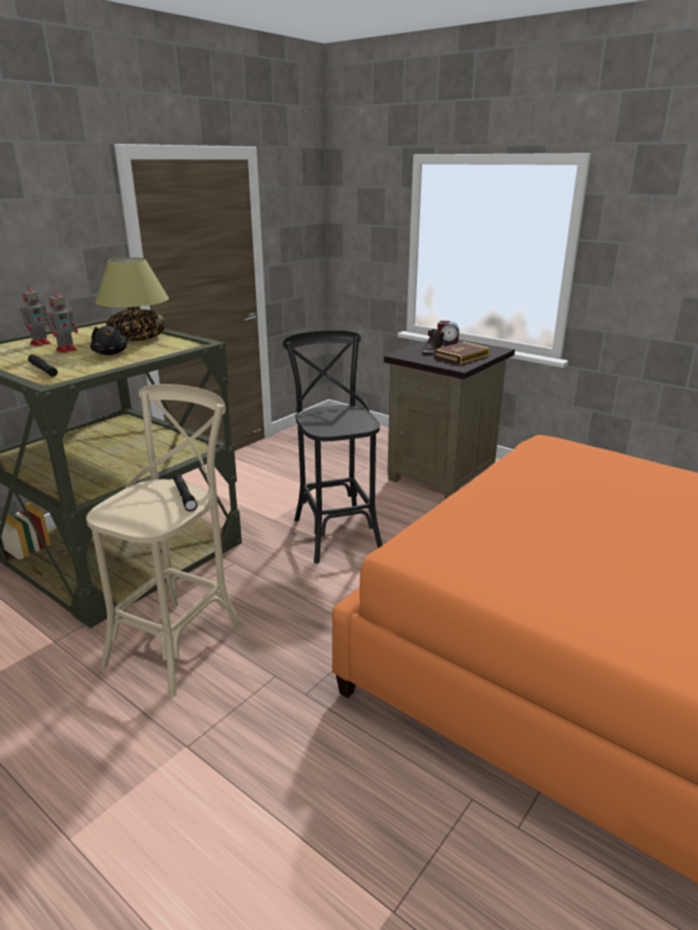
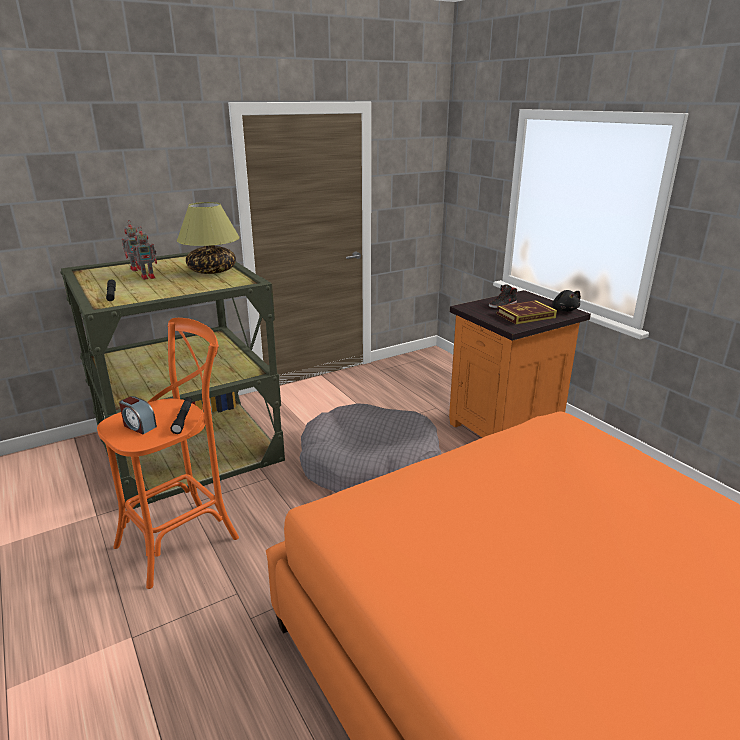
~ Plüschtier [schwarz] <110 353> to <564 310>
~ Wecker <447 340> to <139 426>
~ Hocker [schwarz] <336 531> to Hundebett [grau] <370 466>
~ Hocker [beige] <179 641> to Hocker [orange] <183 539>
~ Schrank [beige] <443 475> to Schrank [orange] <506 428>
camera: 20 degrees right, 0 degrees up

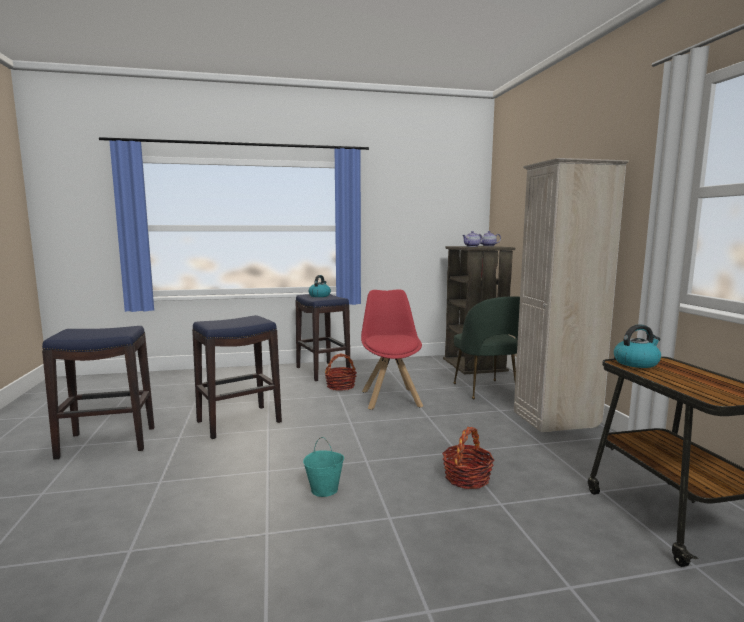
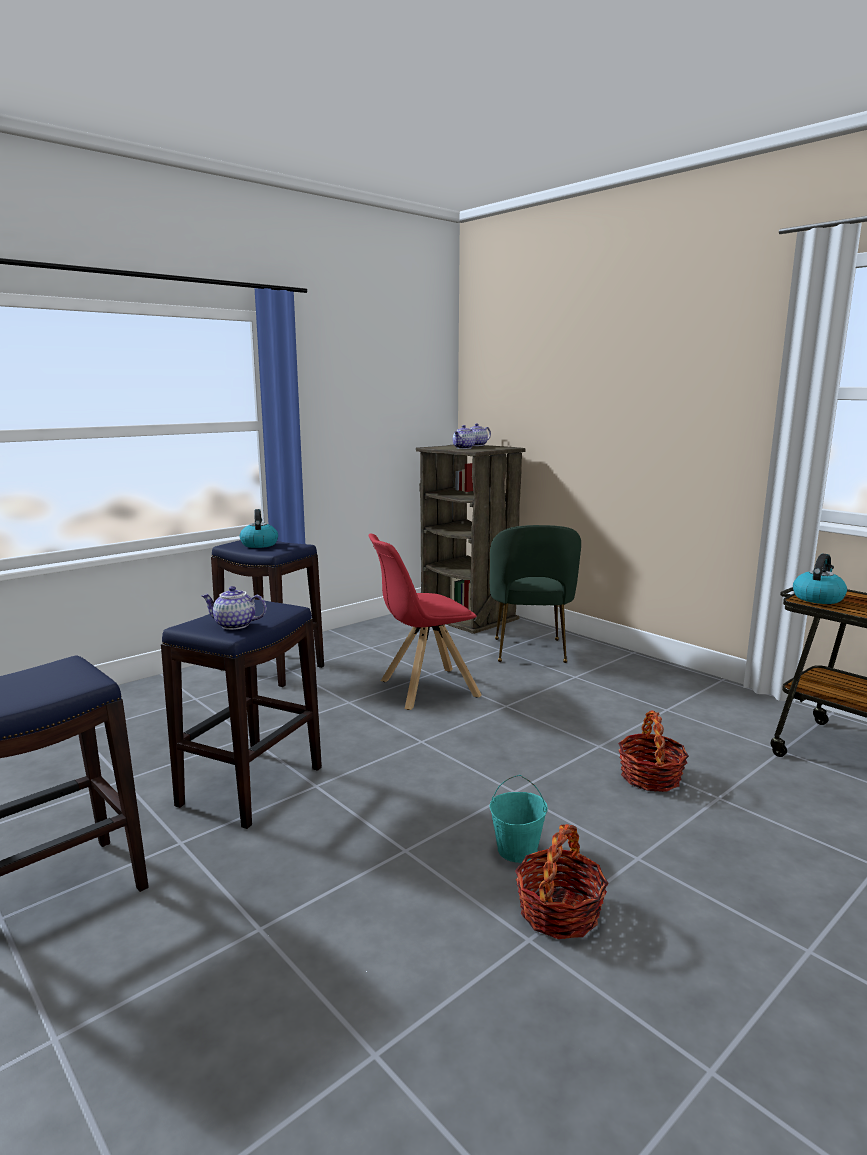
- Schrank [beige] <555 419>
+ Teekanne <234 625>
~ Korb <340 386> to <559 912>
~ Stuhl [rot] <390 397> = <424 689> 75 degrees counterclockwise
~ Stuhl [grün] <487 391> = <529 653> 45 degrees clockwise
camera: 30 degrees left, 5 degrees up

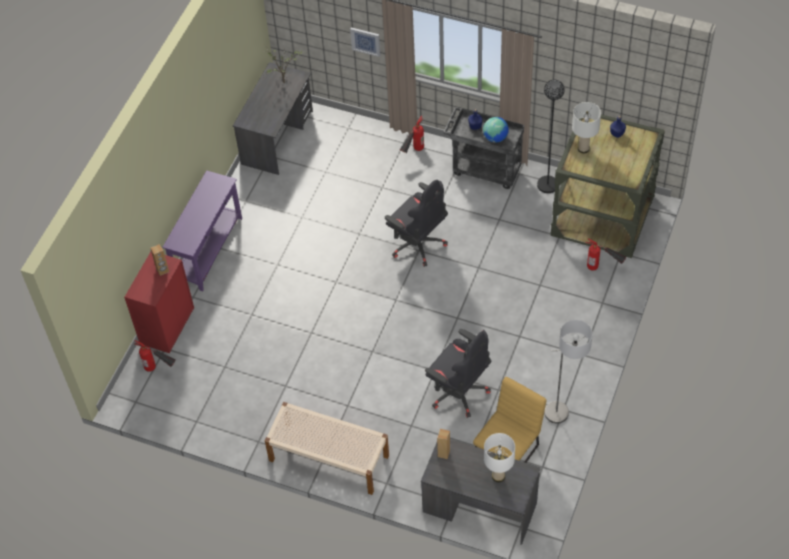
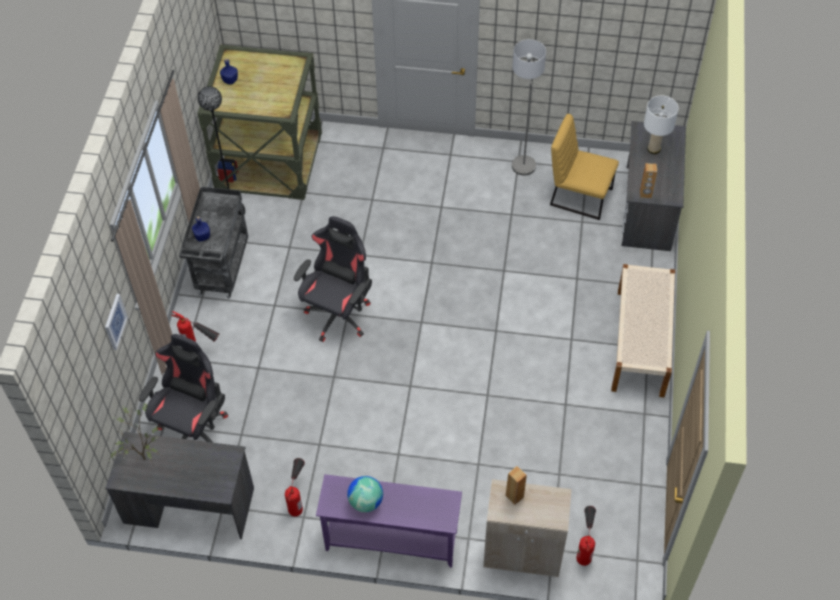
- Tischlampe [weiß] <583 149>
~ Bürostuhl [schwarz] <458 391> to <193 432>
~ Globus <495 137> to <365 501>
~ Feuerlöscher <603 268> to <297 497>
~ Schrank [rot] <168 327> to Schrank [beige] <521 555>
camera: 105 degrees left, 0 degrees up

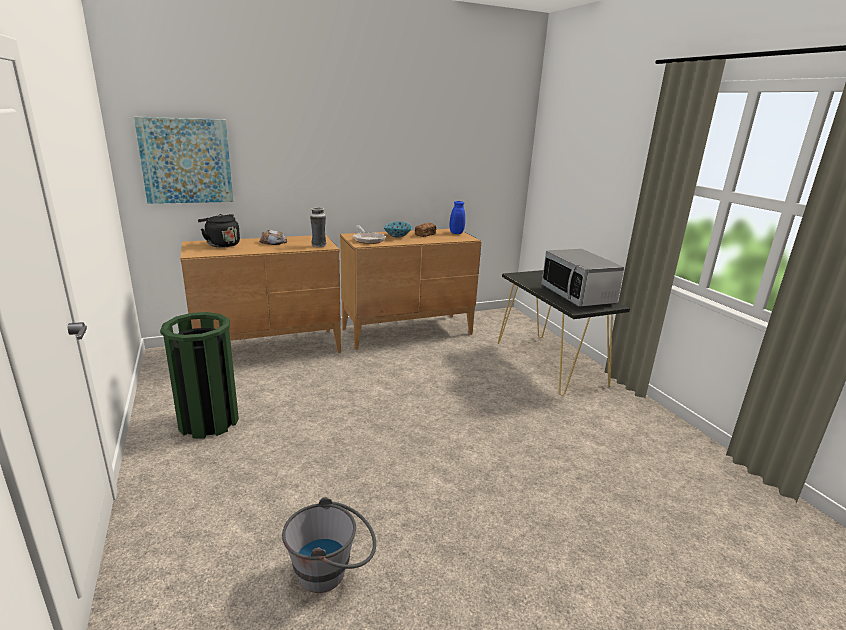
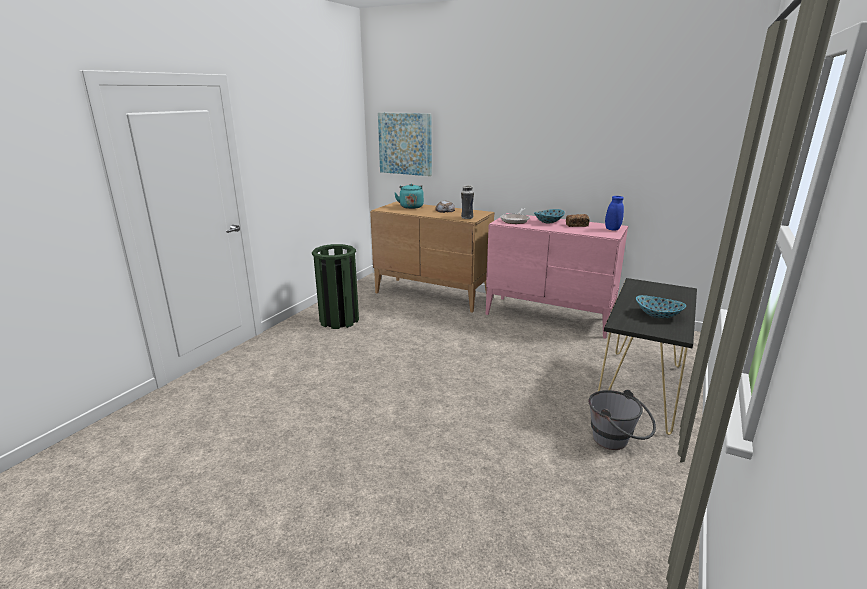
~ Eimer [grau] <332 572> to <617 442>
~ Mikrowelle <577 295> to Schüssel <658 315>
~ Wasserkessel [schwarz] <221 244> to Wasserkessel [türkis] <411 206>
~ Schrank [braun] <408 331> to Schrank [rosa] <549 316>
camera: 50 degrees right, 0 degrees up

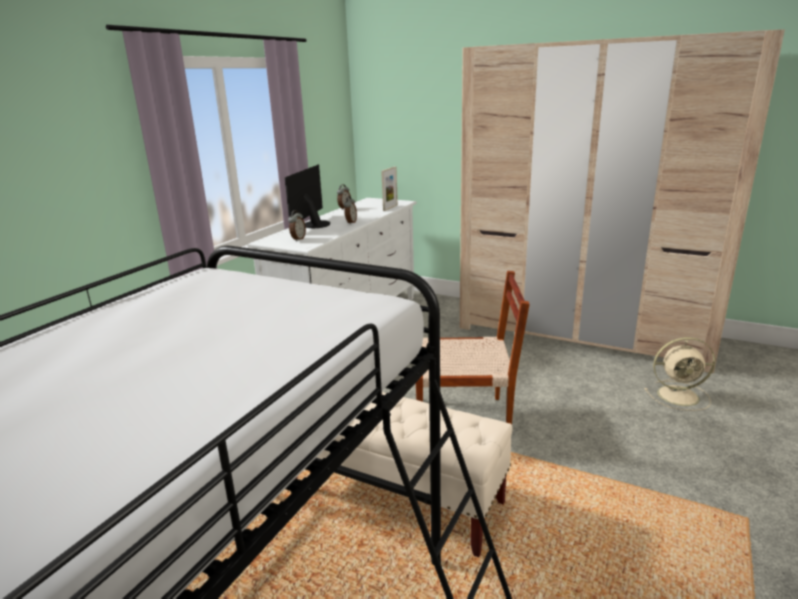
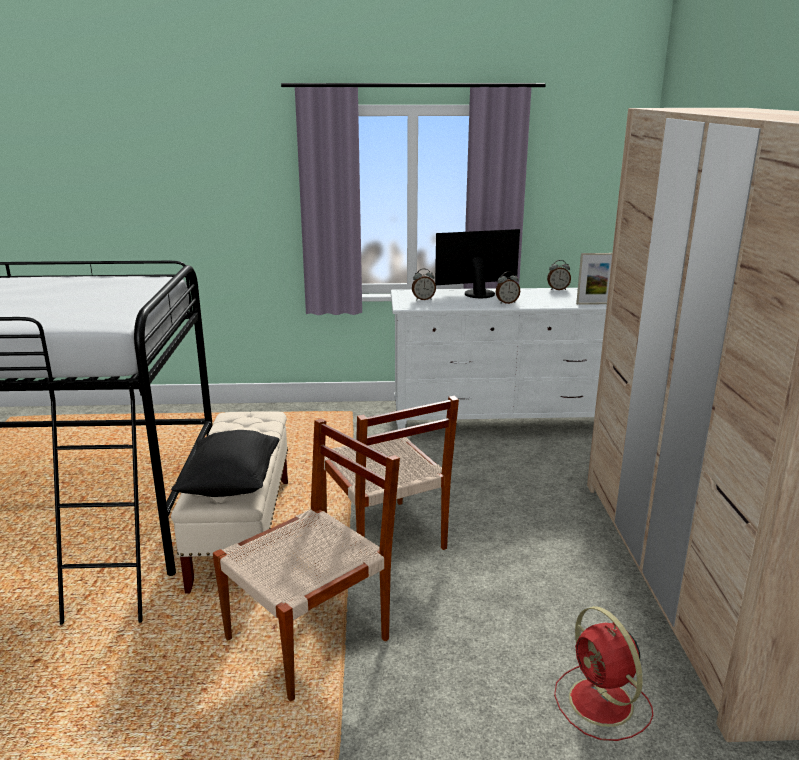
+ Kissen [schwarz] <231 485>
+ Stuhl <311 637>
~ Ventilator [beige] <680 395> to Ventilator [rot] <602 704>
camera: 60 degrees right, 0 degrees up

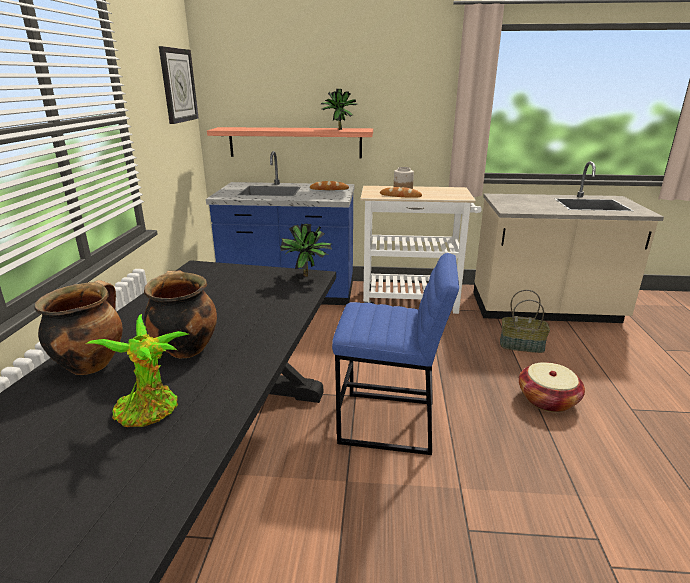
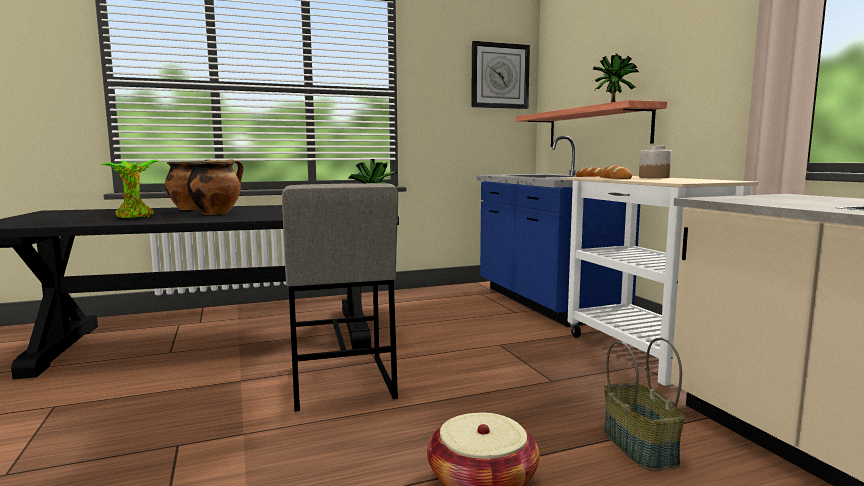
~ Stuhl [blau] <390 422> to Stuhl [grau] <341 383>
camera: 65 degrees right, 15 degrees down

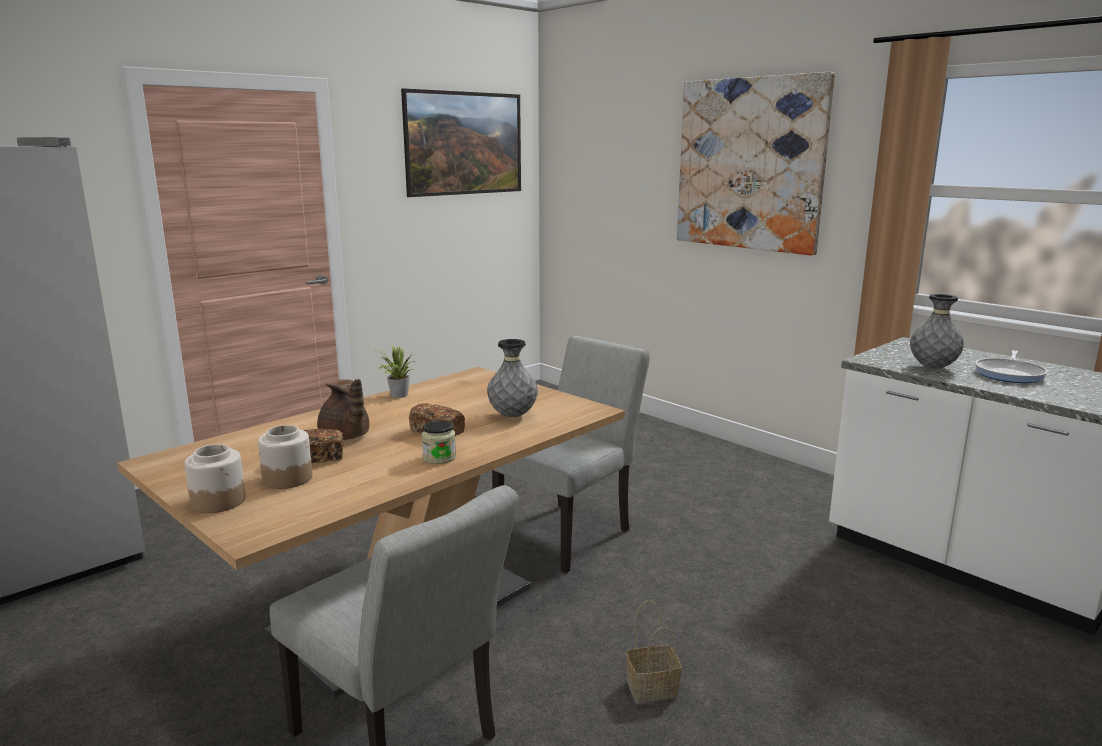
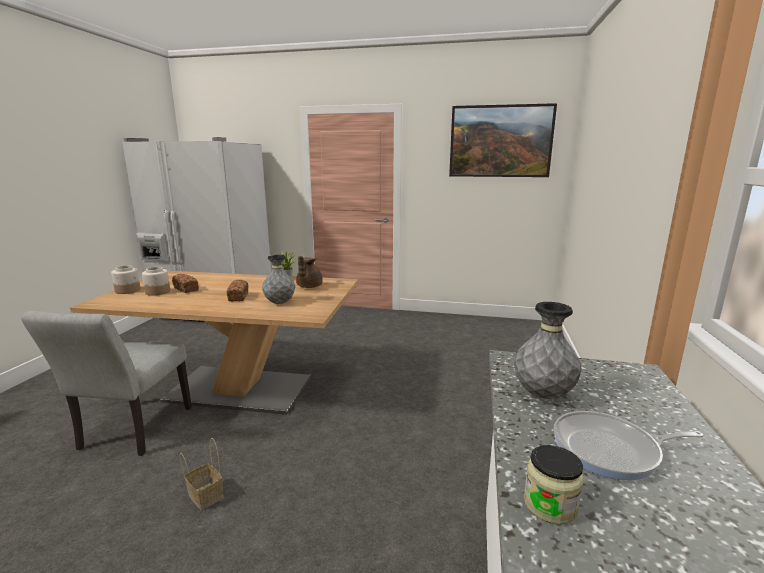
- Stuhl [grau] <570 532>
- Bild <749 164>
~ Teekanne [braun] <345 437> to <308 286>
~ Vorratsglas <439 458> to <550 505>
camera: 55 degrees right, 0 degrees up

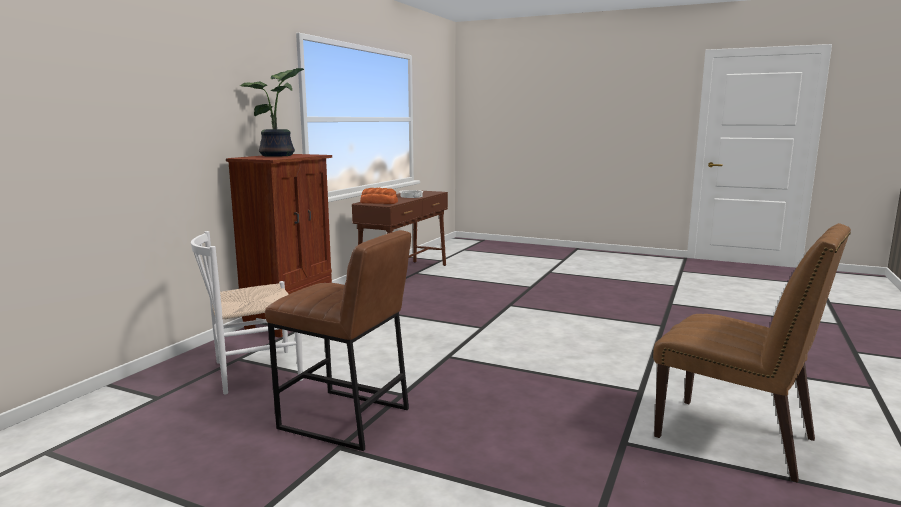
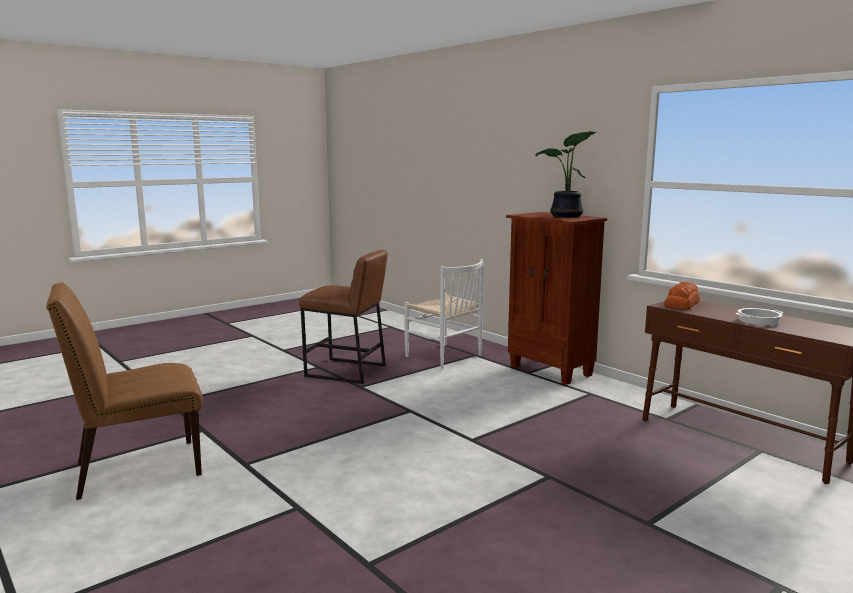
~ Stuhl [weiß] <253 372> = <445 357> 135 degrees clockwise
~ Stuhl [braun] <346 419> = <347 371> 120 degrees counterclockwise
camera: 115 degrees right, 0 degrees up

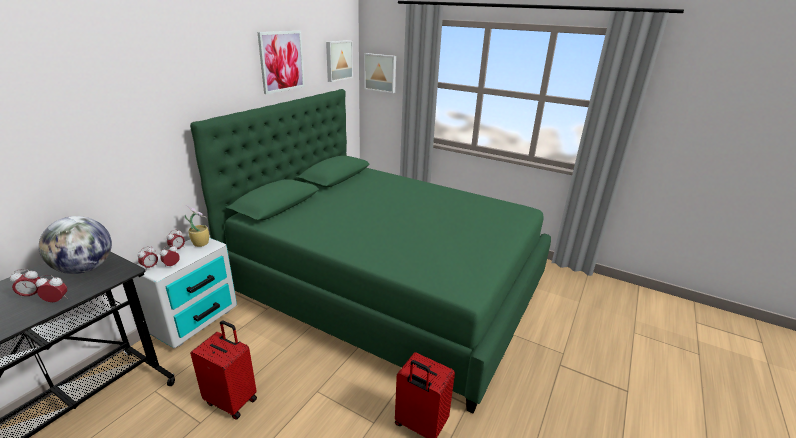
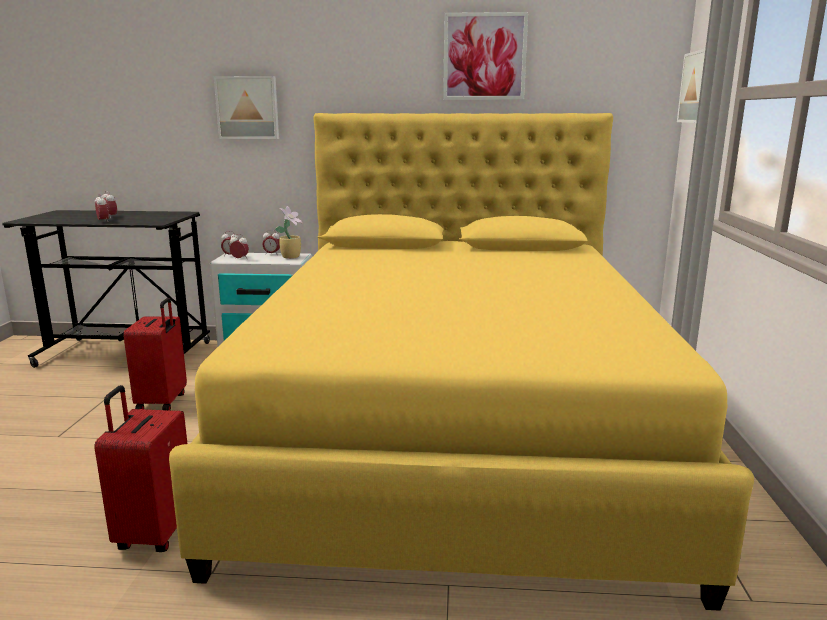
- Globus <85 269>
~ Bild <338 60> to <248 108>
~ Bett [grün] <388 286> to Bett [gelb] <454 430>
camera: 65 degrees right, 10 degrees down

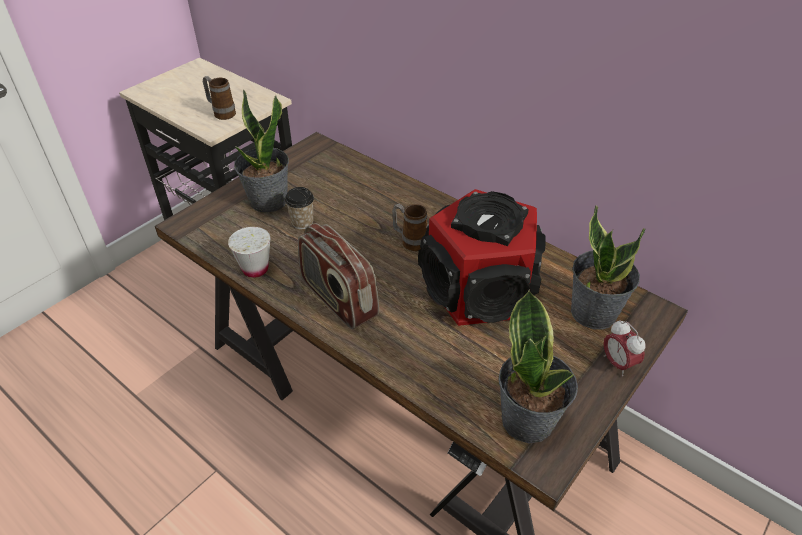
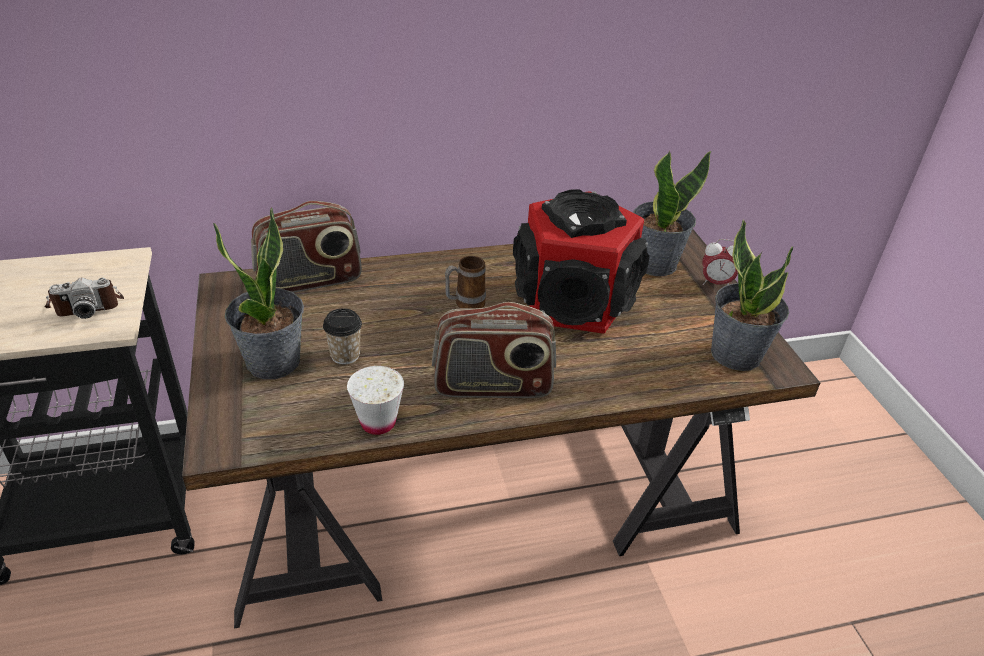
+ Radio <310 281>
~ Henkelbecher <221 113> to Kamera <87 304>
camera: 55 degrees left, 5 degrees down

